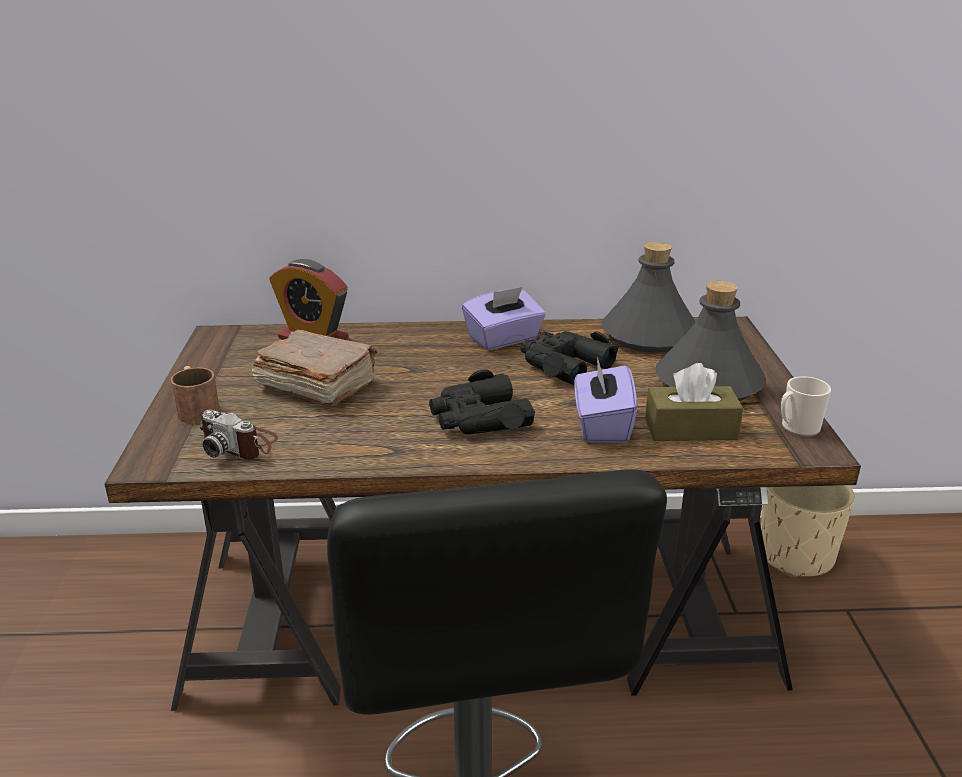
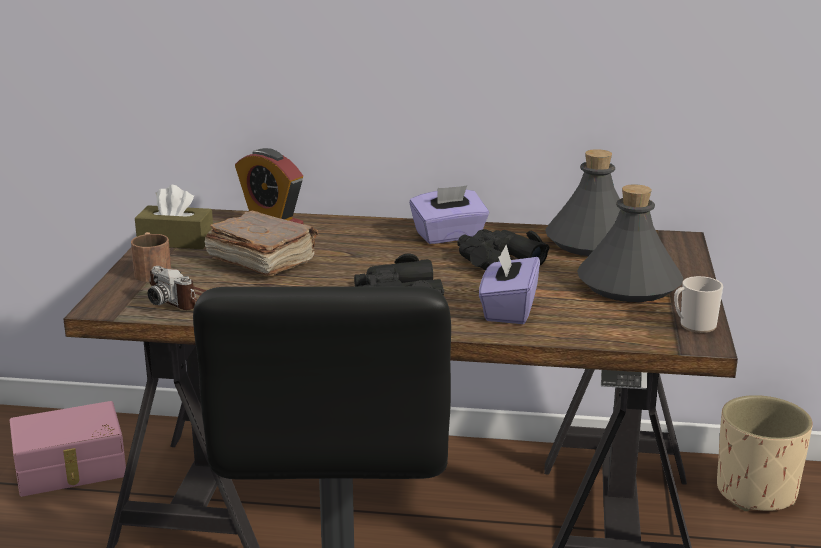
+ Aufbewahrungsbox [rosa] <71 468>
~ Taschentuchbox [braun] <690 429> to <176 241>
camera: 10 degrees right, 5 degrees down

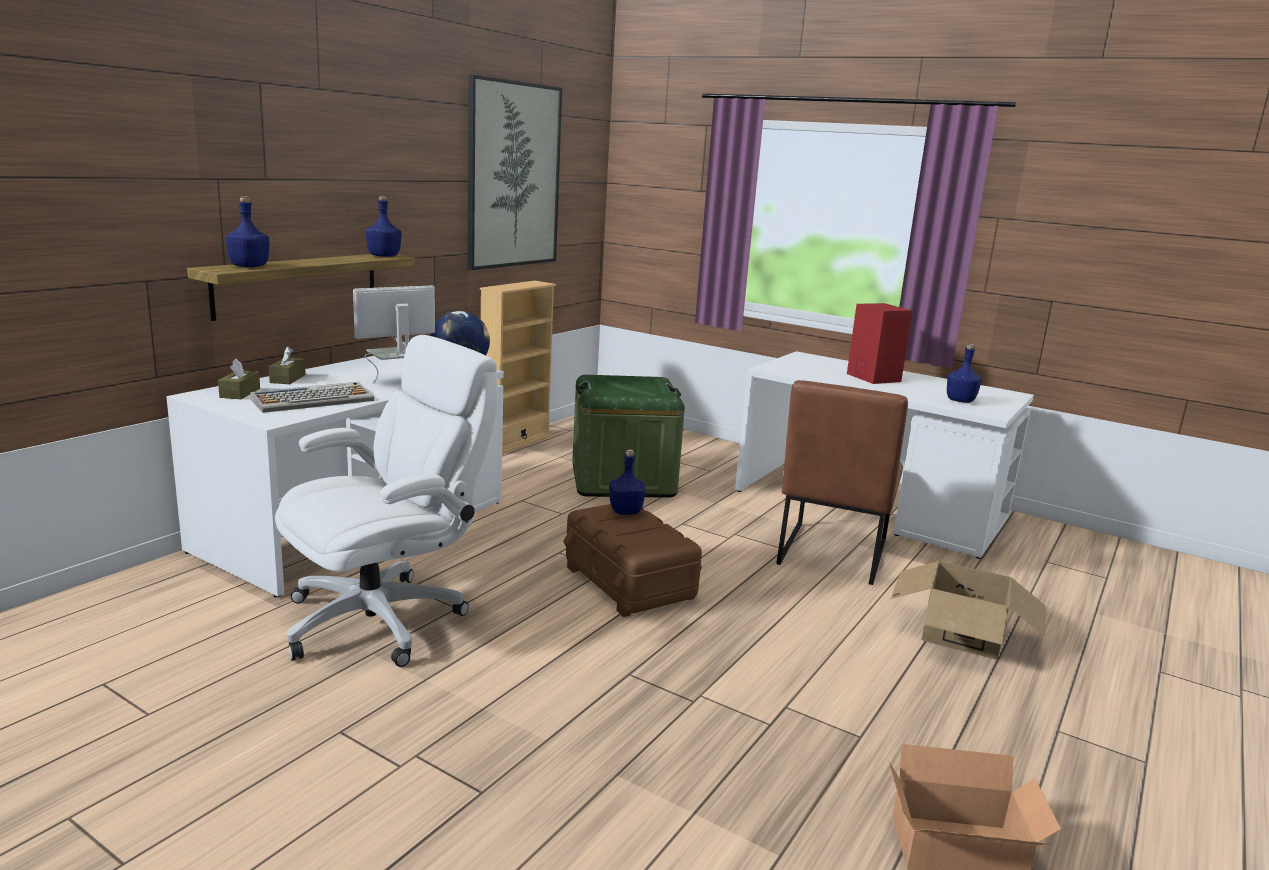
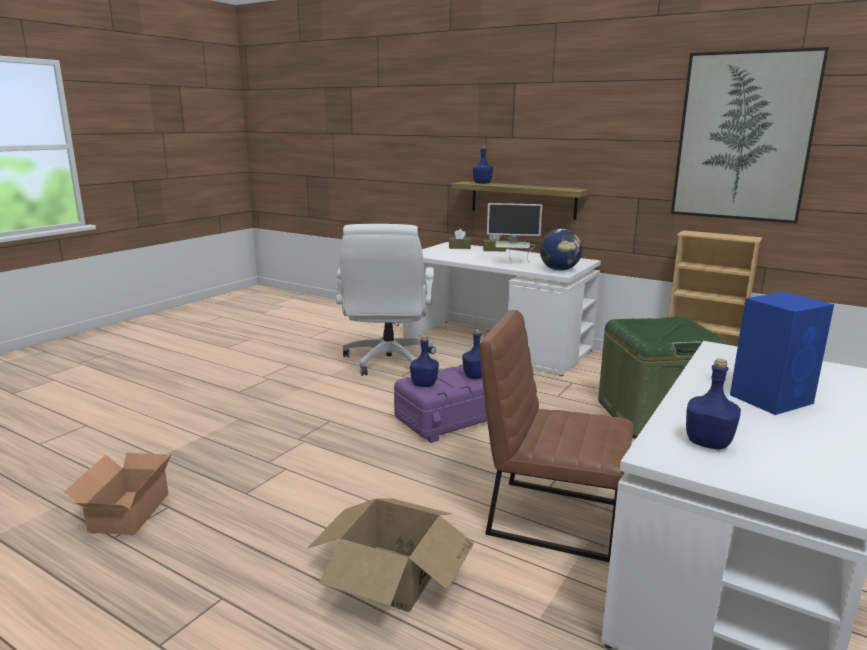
- Tastatur <314 400>
~ Flasche [blau] <383 256> to <423 384>
~ Aufbewahrungsbox [braun] <628 582> to Aufbewahrungsbox [lila] <448 420>
~ Lautsprecher [rot] <872 377> to Lautsprecher [blau] <772 399>
~ Bürostuhl [weiß] <386 618> = <387 362> 45 degrees clockwise
~ Monitor <398 381> = <512 263> 135 degrees clockwise
camera: 90 degrees right, 0 degrees up

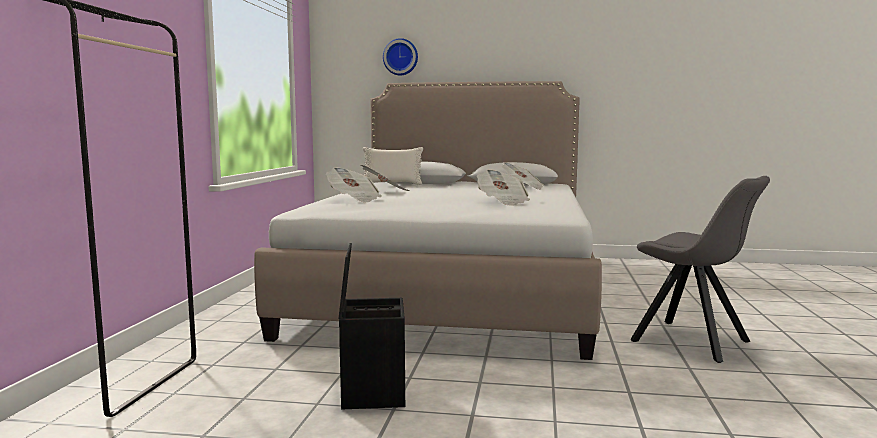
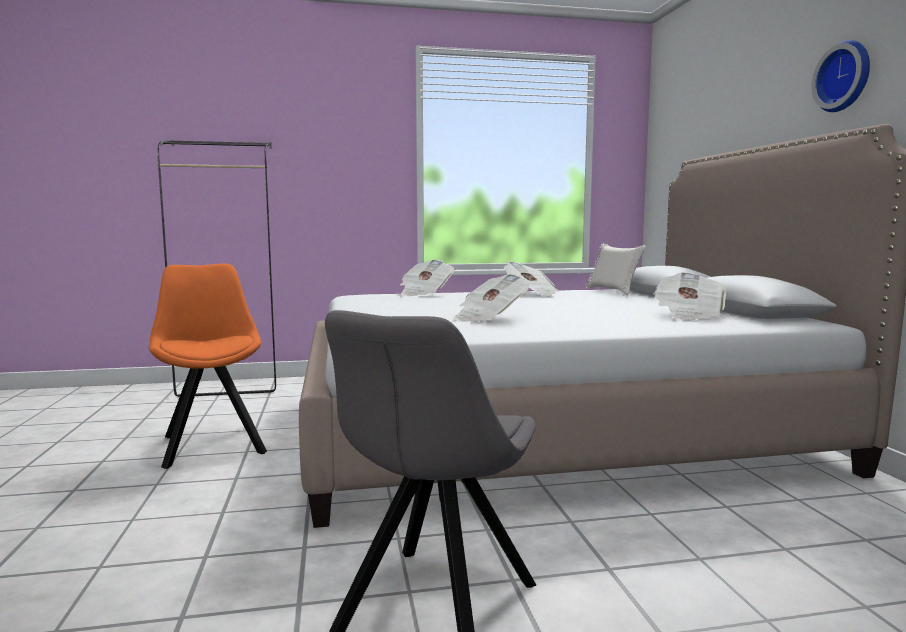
~ Wanduhr <401 57> to <845 77>
~ Aufbewahrungsbox [schwarz] <372 392> to Stuhl [orange] <213 444>
camera: 70 degrees right, 0 degrees up

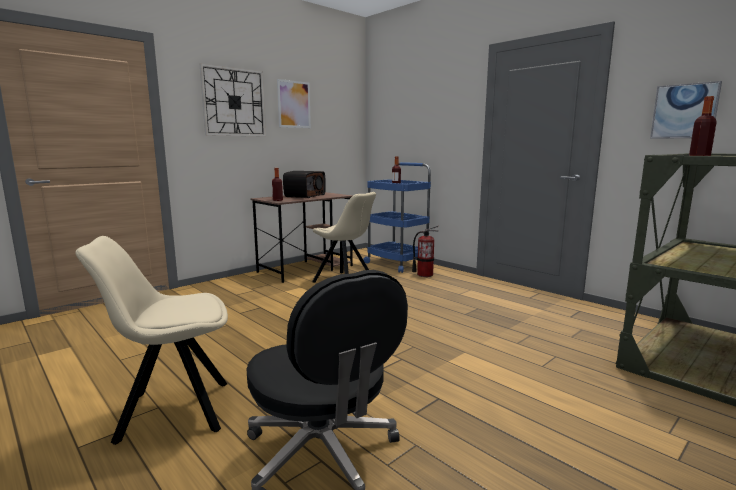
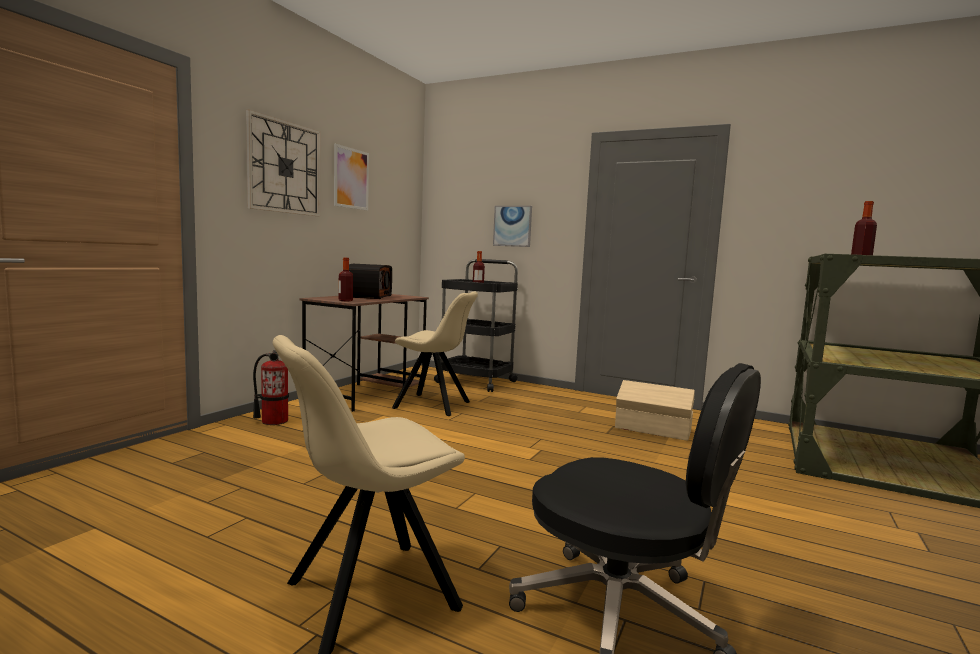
+ Aufbewahrungsbox [beige] <653 430>
~ Feuerlöscher <424 274> to <274 421>
~ Bild <684 111> to <512 226>
~ Rollwagen [blau] <397 264> to Rollwagen [schwarz] <475 382>
camera: 20 degrees left, 5 degrees down

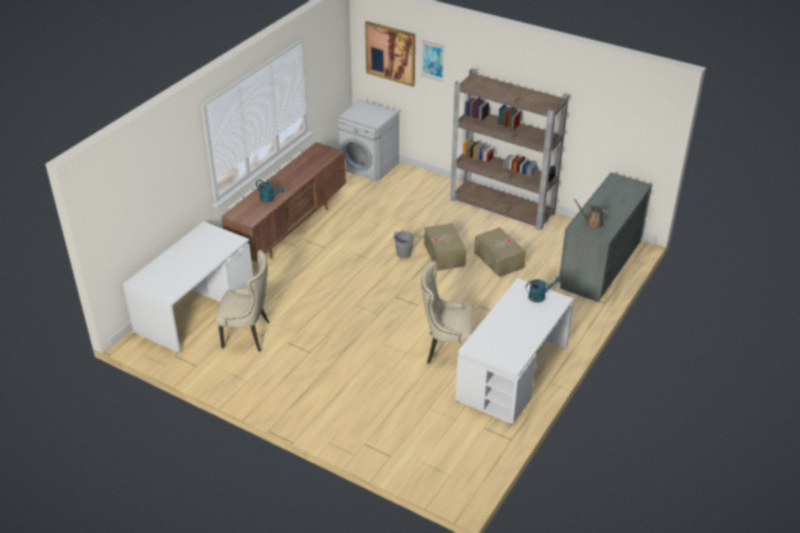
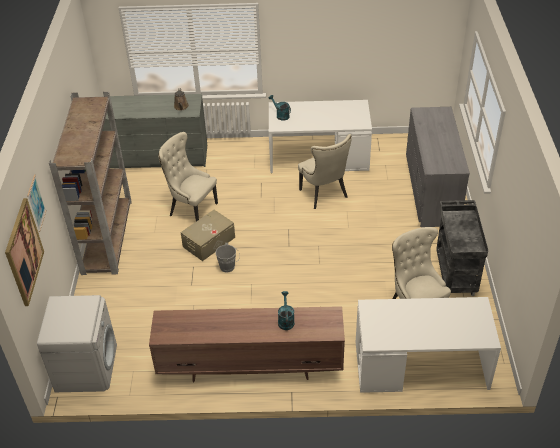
+ Kommode [grau] <432 191>
+ Rollwagen [schwarz] <455 273>
~ Aufbewahrungsbox [beige] <499 260> to Stuhl [beige] <192 209>
camera: 120 degrees left, 5 degrees up

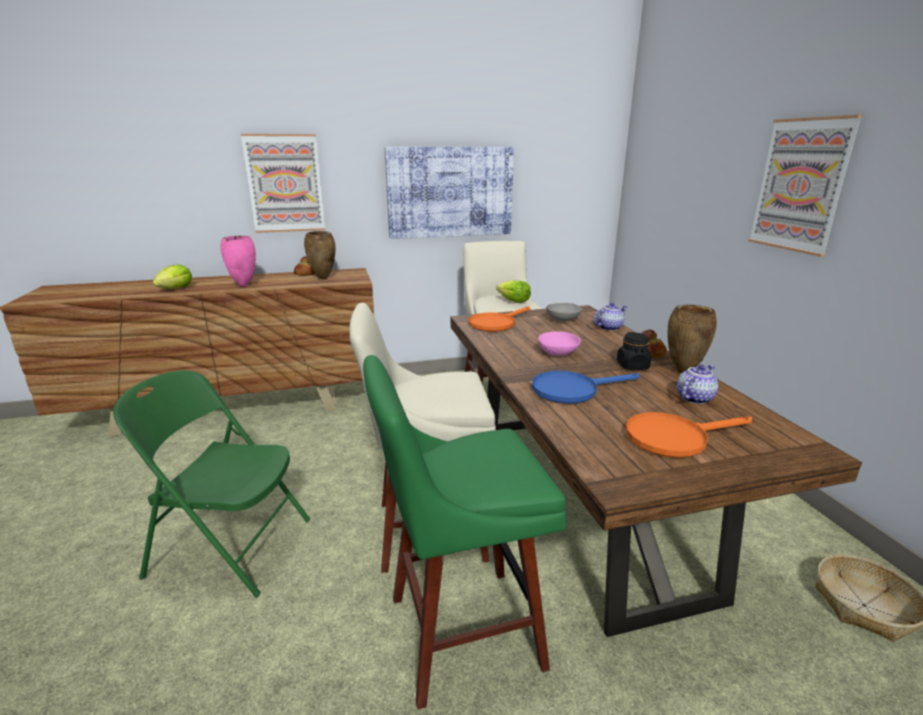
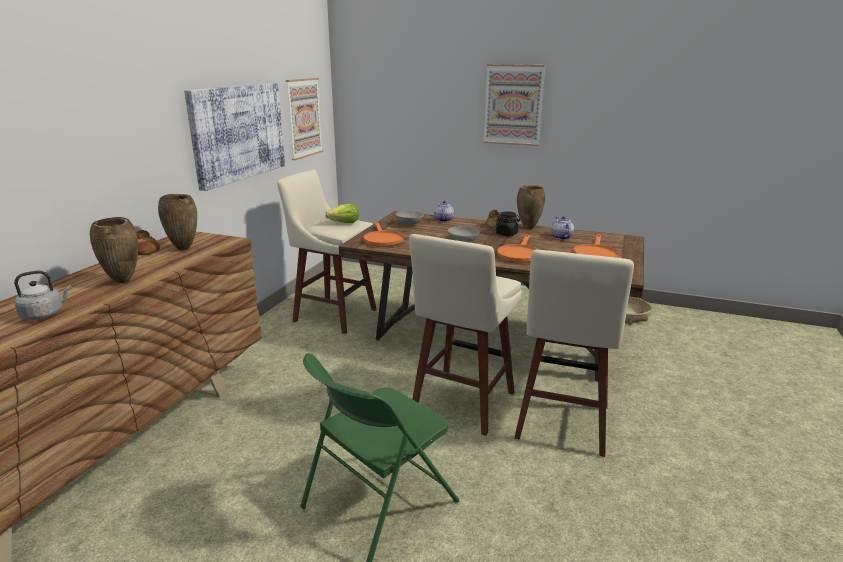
~ Bild <285 184> to <304 118>
~ Salatkopf <175 289> to Wasserkessel [grau] <45 314>
~ Vase [rosa] <244 285> to Vase [braun] <124 281>
~ Hocker [grün] <460 632> to Hocker [beige] <561 424>
~ Pfanne [blau] <572 389> to Pfanne [orange] <519 254>
~ Schüssel [rosa] <558 353> to Schüssel [grau] <463 241>
camera: 55 degrees left, 0 degrees up

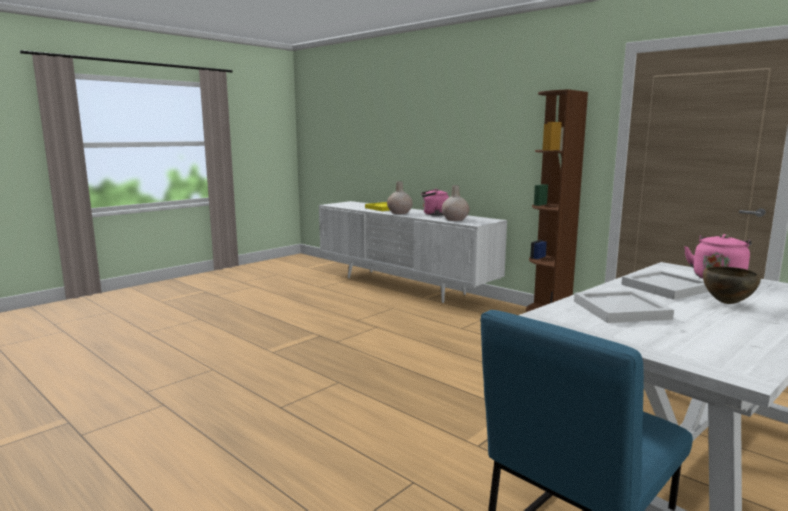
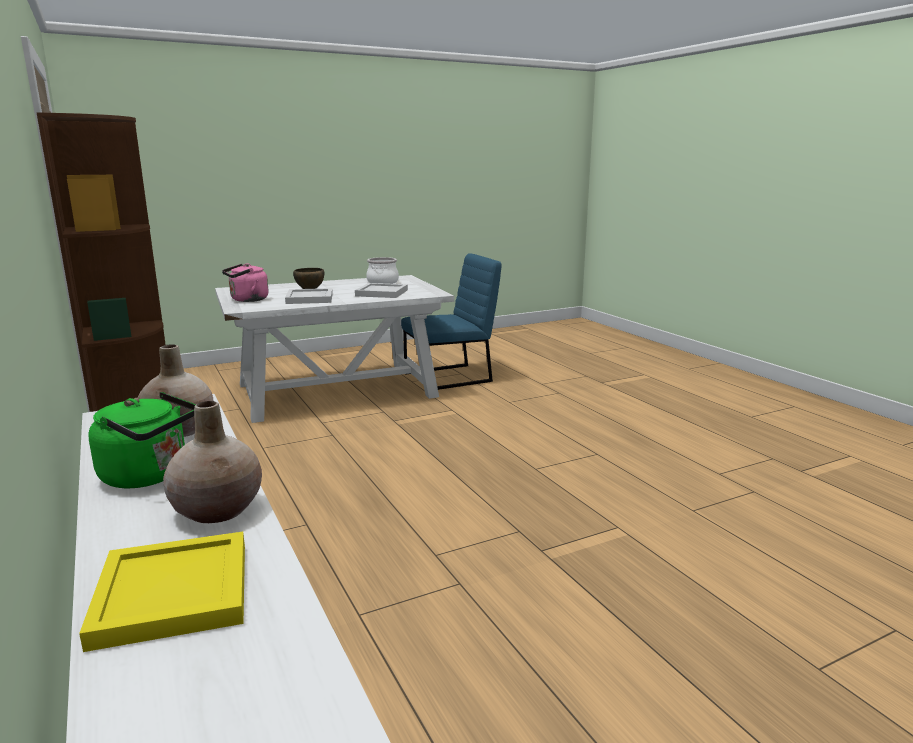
+ Kochtopf <382 282>
~ Wasserkessel [rosa] <434 214> to Wasserkessel [grün] <149 475>
camera: 160 degrees left, 5 degrees up

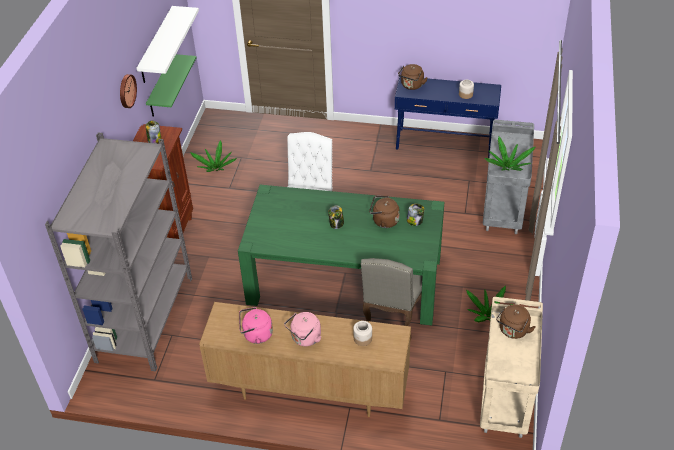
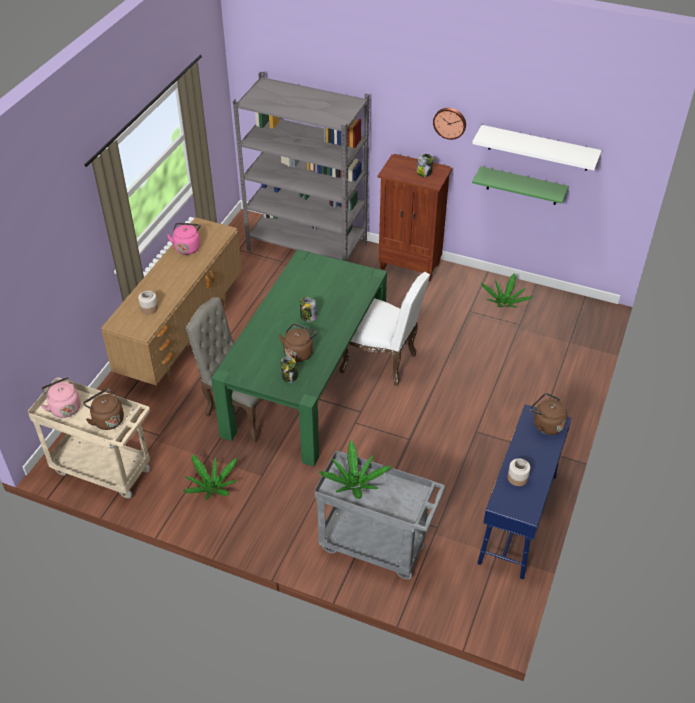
~ Wasserkessel [rosa] <305 338> to <64 407>
camera: 100 degrees right, 0 degrees up

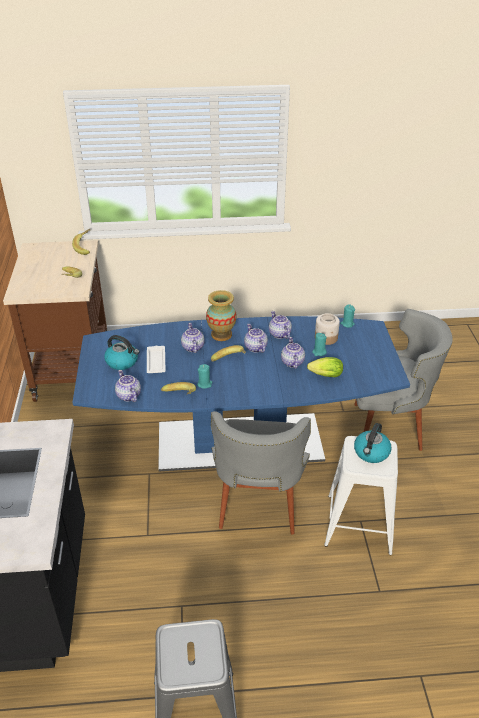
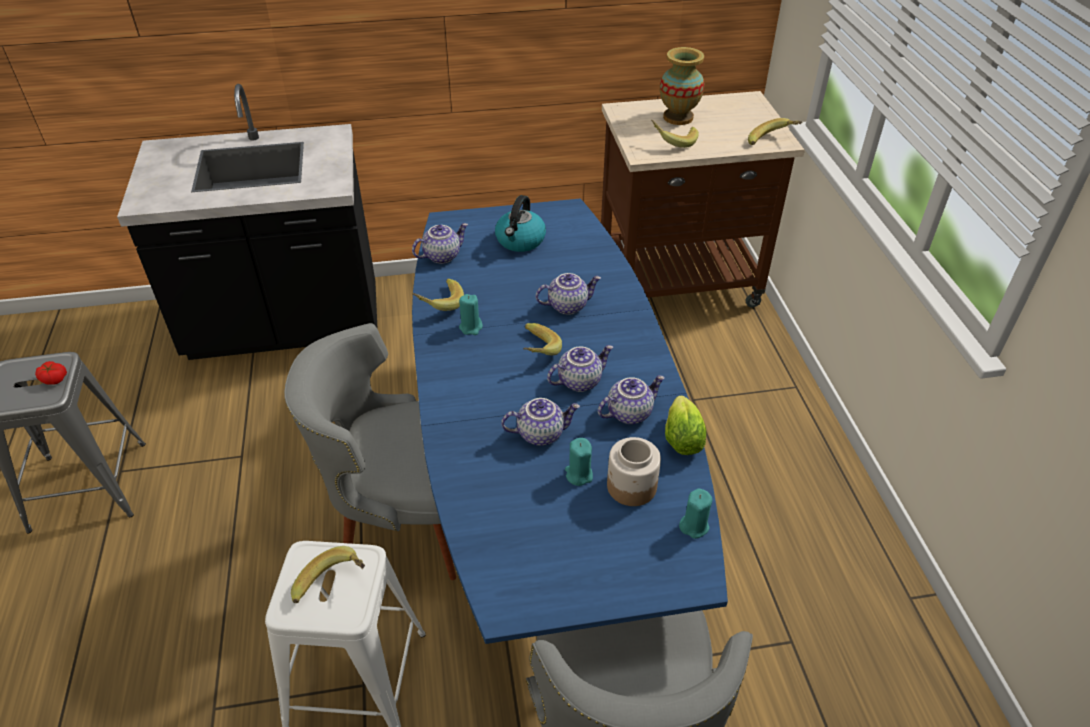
- Tablett [weiß] <156 361>
+ Tomate <54 379>
~ Vase <221 335> to <678 117>
~ Salatkopf <324 375> to <681 436>
~ Wasserkessel <371 453> to Banane <333 586>
camera: 85 degrees right, 5 degrees up

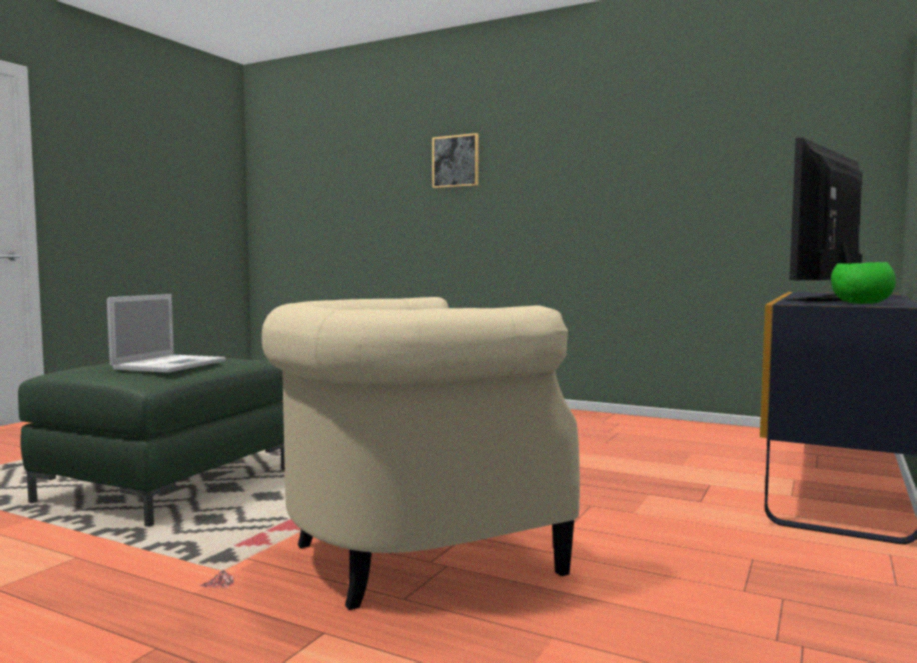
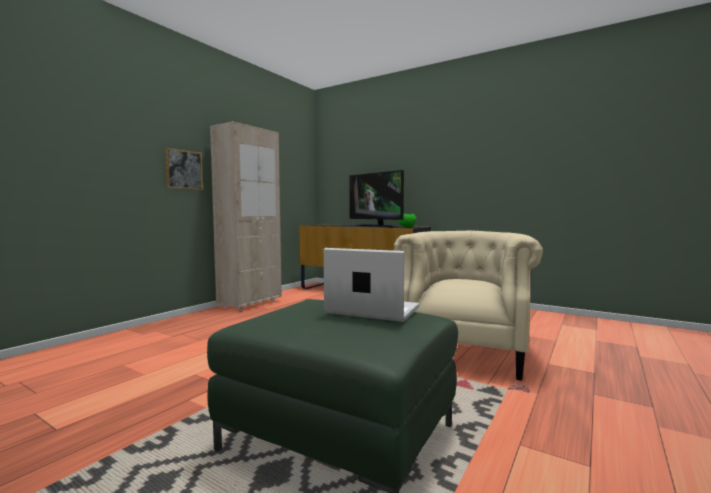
+ Schrank [beige] <250 304>
~ Bild <455 161> to <184 169>
~ Sessel [beige] <410 555> = <464 350> 135 degrees counterclockwise
camera: 85 degrees left, 0 degrees up

